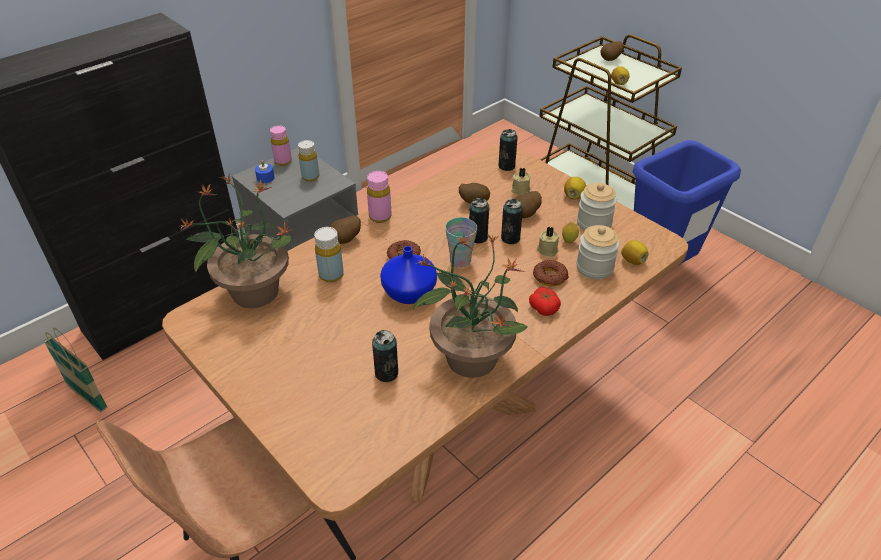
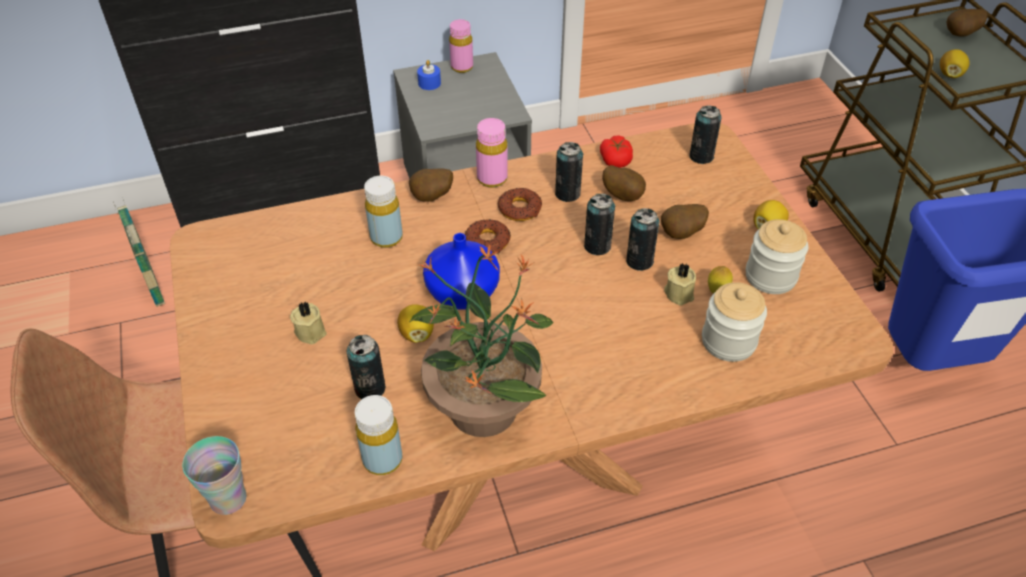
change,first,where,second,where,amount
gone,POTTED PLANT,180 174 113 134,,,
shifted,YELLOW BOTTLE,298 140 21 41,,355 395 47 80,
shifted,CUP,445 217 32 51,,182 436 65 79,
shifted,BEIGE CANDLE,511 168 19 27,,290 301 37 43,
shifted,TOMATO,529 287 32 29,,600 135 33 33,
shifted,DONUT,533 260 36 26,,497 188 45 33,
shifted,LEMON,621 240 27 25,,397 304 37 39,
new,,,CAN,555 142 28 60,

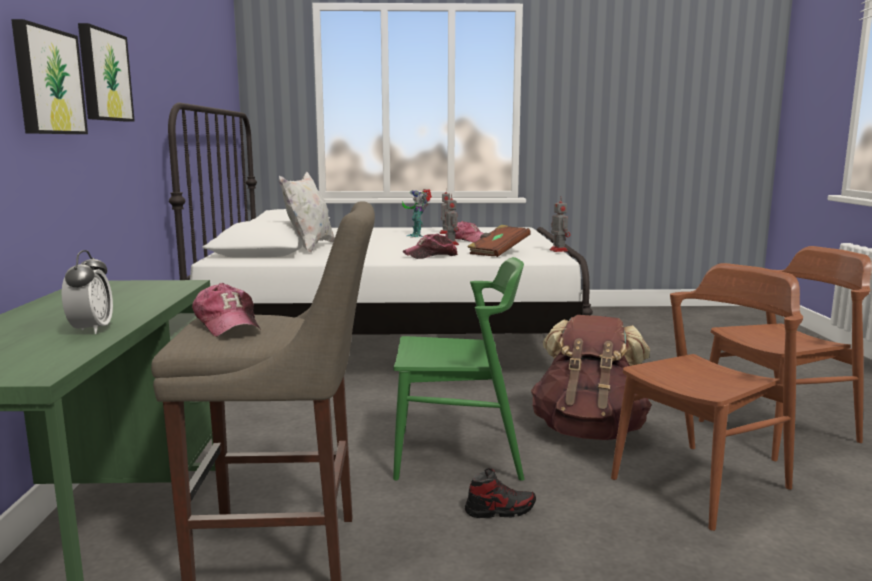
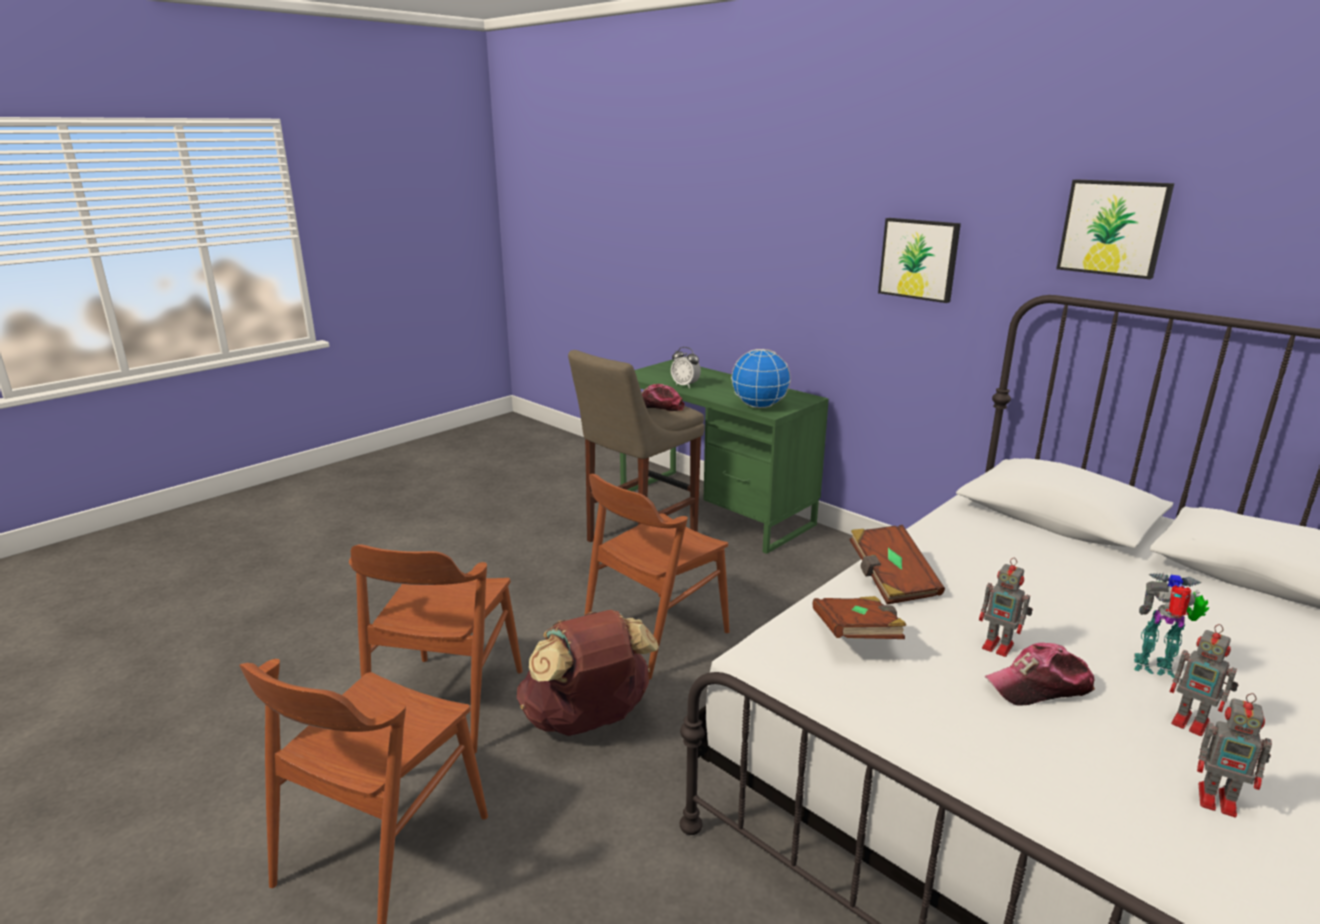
change,first,where,second,where,amount
shifted,PICTURE,11 19 77 115,,1056 179 118 100,
gone,WHITE PILLOW,279 172 56 81,,,
repainted,GREEN CHAIR,393 257 131 224,BROWN CHAIR,585 474 144 206,
swapped,CAP,403 234 55 25,BROWN BOOK,850 525 95 80,
gone,SHOE,465 468 71 50,,,
shifted,TOY ROBOT,550 197 21 55,,1197 693 75 124,
new,,,GLOBE,731 349 60 59,

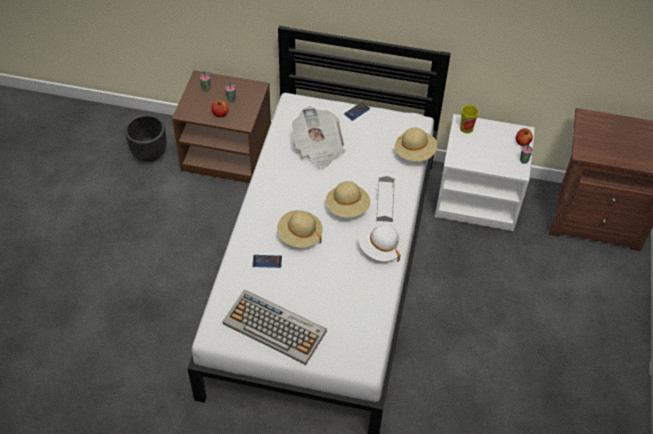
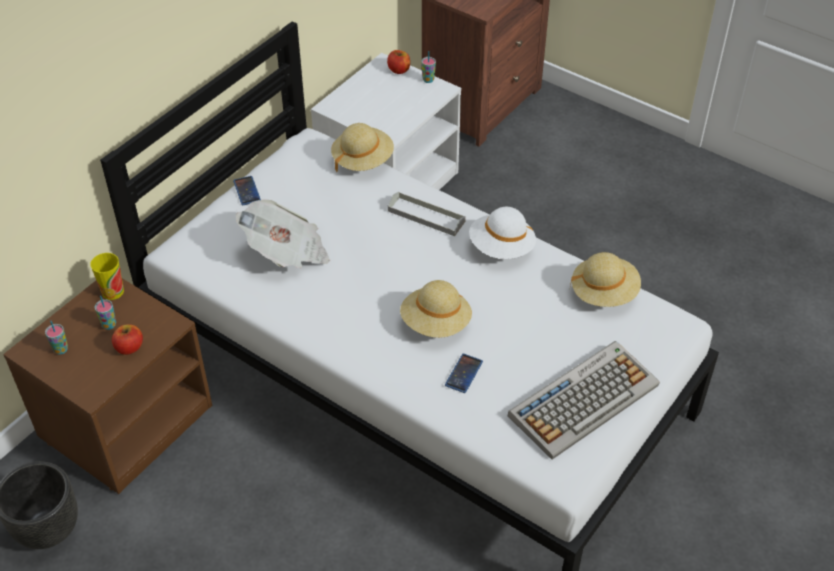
change,first,where,second,where,amount
shifted,BEIGE HAT,326 181 44 37,,570 252 71 55,
shifted,CUP,460 105 19 28,,90 253 34 47,

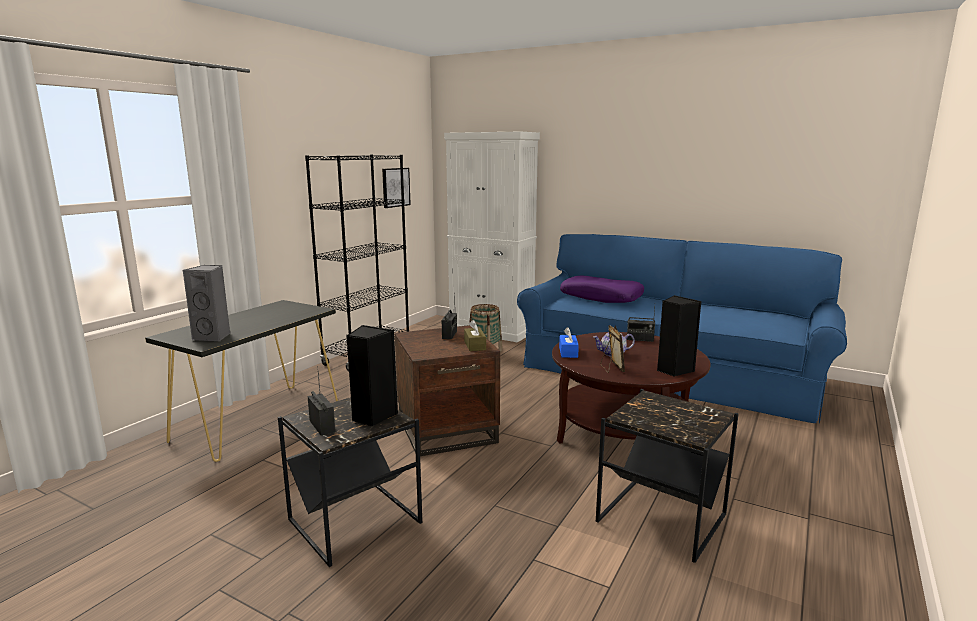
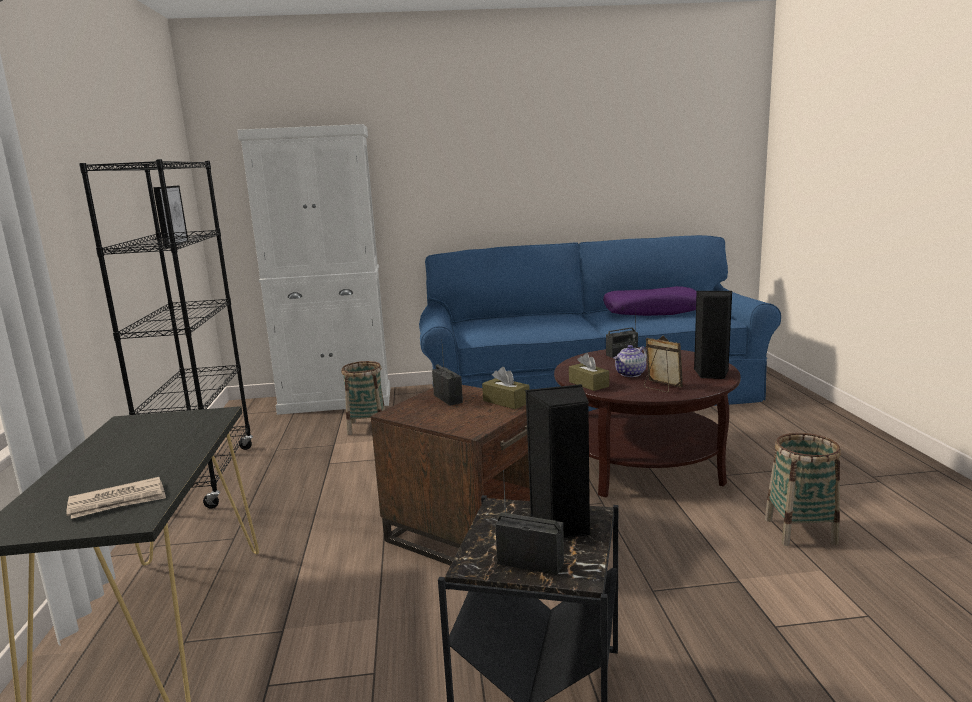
change,first,where,second,where,amount
swapped,GREY SPEAKER,183 265 47 76,NEWSPAPER,66 477 100 42,
repainted,BLUE TISSUE BOX,559 327 20 31,BROWN TISSUE BOX,569 353 40 38,
shifted,PURPLE PILLOW,560 276 84 27,,603 286 93 30,
swapped,BLACK SIDE TABLE,596 389 143 174,BASKET,765 433 76 113,

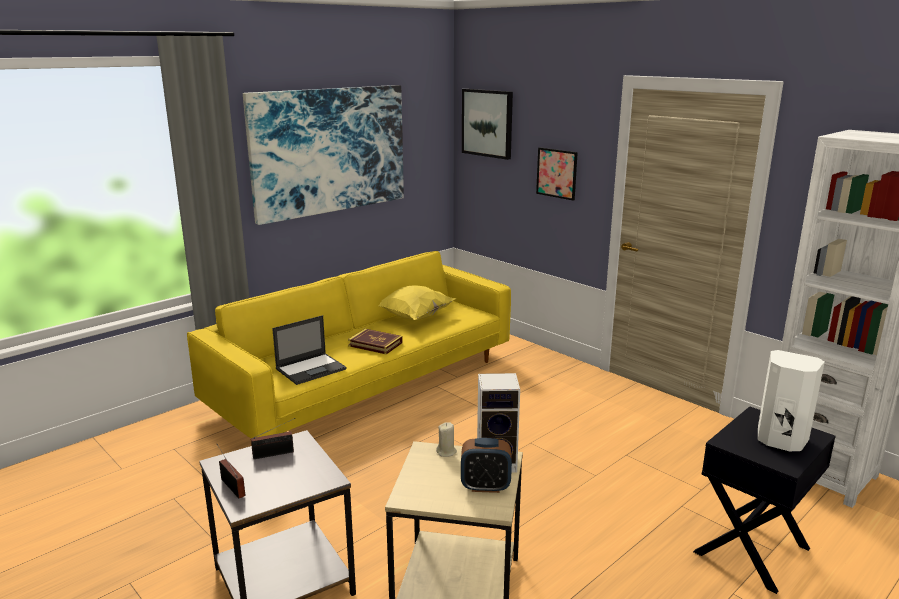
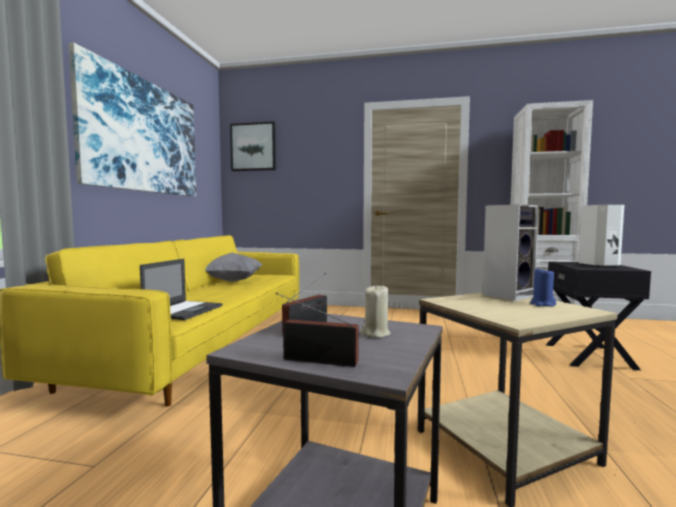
change,first,where,second,where,amount
gone,BOOK,348 329 55 26,,,
repainted,YELLOW PILLOW,379 285 77 35,GREY PILLOW,205 253 58 29,
shifted,BEIGE CANDLE,436 422 21 35,,361 284 30 54,
swapped,ALARM CLOCK,461 438 51 55,BLUE CANDLE,530 267 26 40,
gone,PICTURE,536 147 42 54,,,

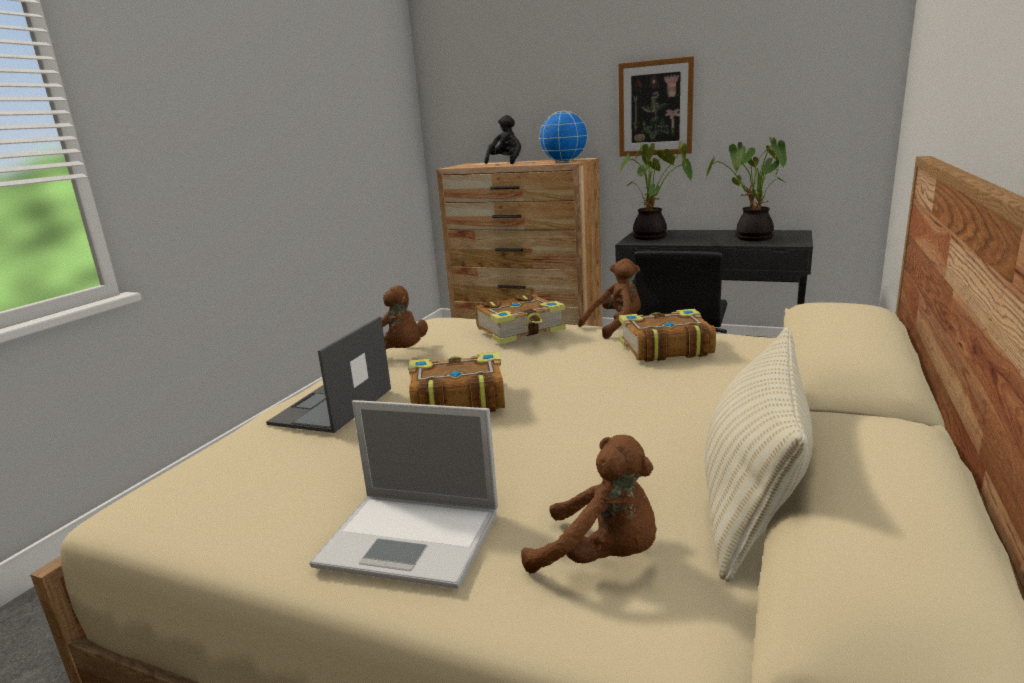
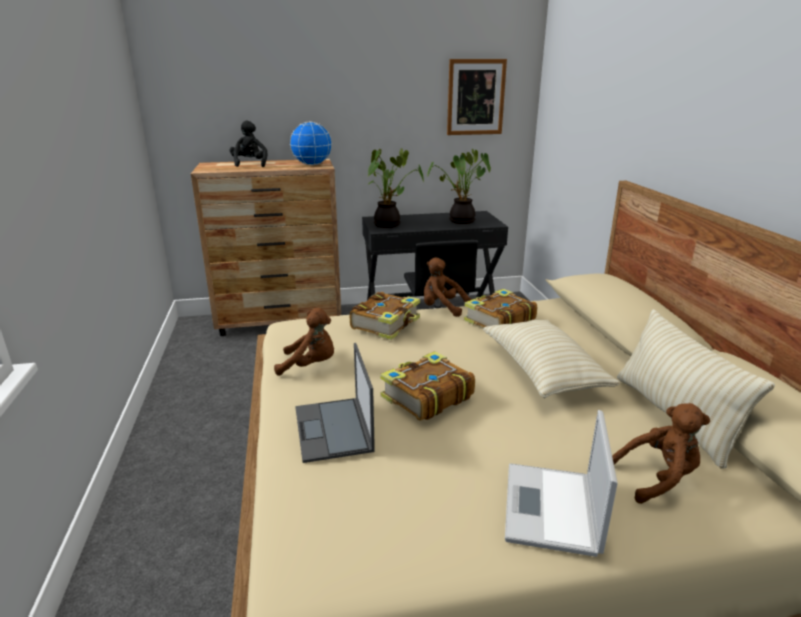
change,first,where,second,where,amount
rotated,LAPTOP,309 400 189 189,,505 410 113 147,120 degrees clockwise
rotated,BROWN PLUSH TOY,578 258 63 81,,424 258 48 59,90 degrees counterclockwise
shifted,PICTURE,618 56 76 100,,447 59 60 76,
new,,,BEIGE PILLOW,483 320 137 78,

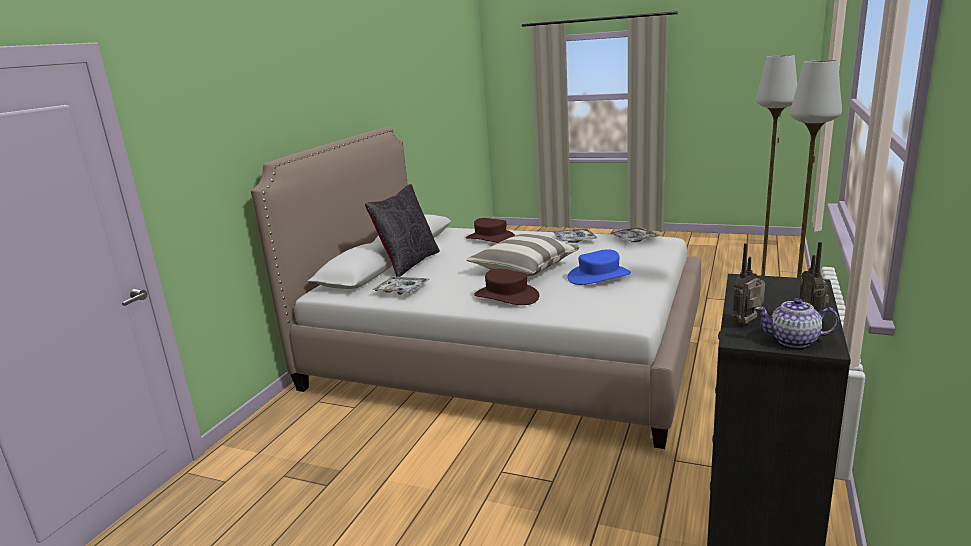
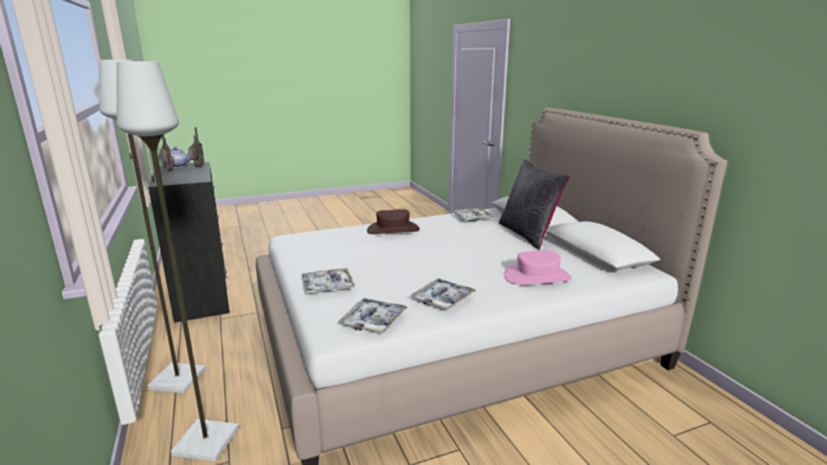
change,first,where,second,where,amount
repainted,BROWN HAT,466 218 49 25,PINK HAT,504 250 68 35,
gone,PILLOW,466 234 113 42,,,
gone,BLUE HAT,567 249 64 36,,,
new,,,TRAY,302 268 53 25,

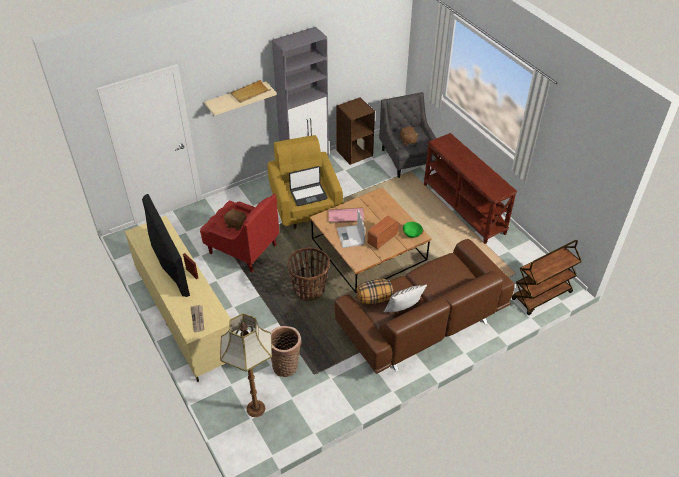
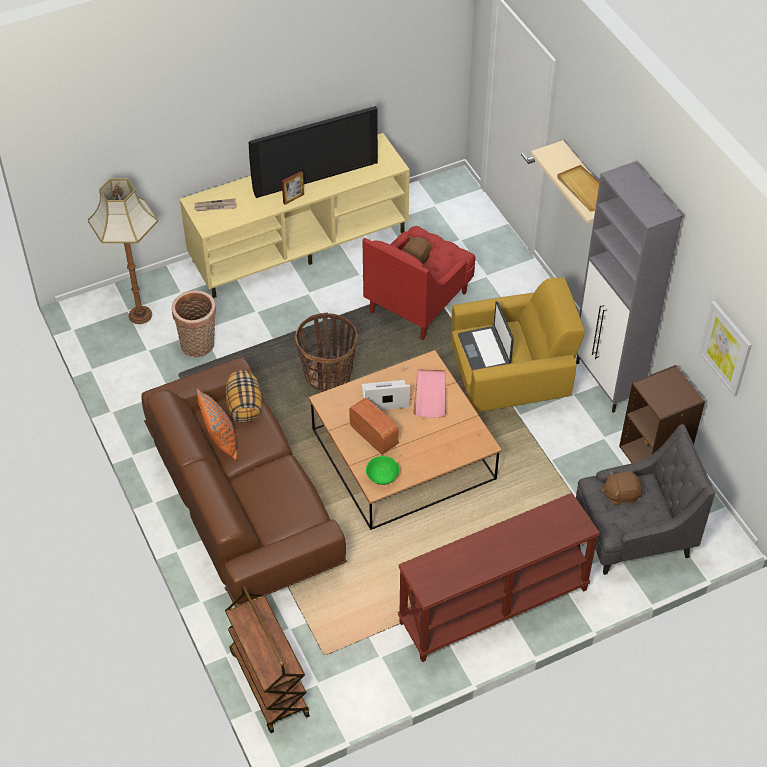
change,first,where,second,where,amount
repainted,WHITE PILLOW,384 284 43 28,ORANGE PILLOW,197 388 40 72,
new,,,PICTURE,699 301 53 95,

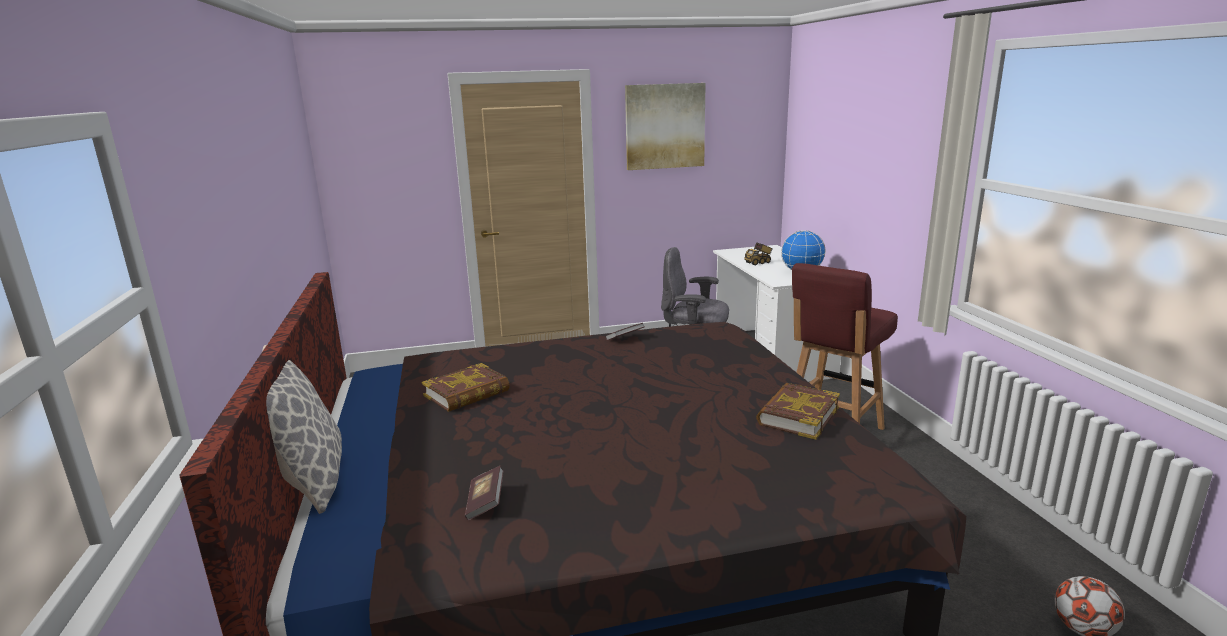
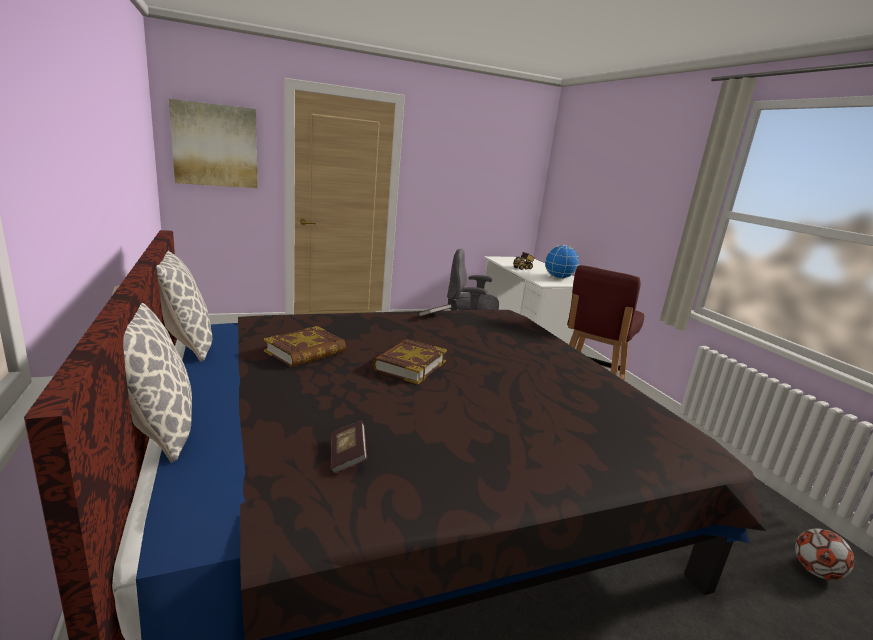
change,first,where,second,where,amount
shifted,PICTURE,625 83 81 87,,169 99 89 89,
shifted,BOOK,756 383 84 57,,372 339 75 45,
new,,,PILLOW,156 251 56 111,

